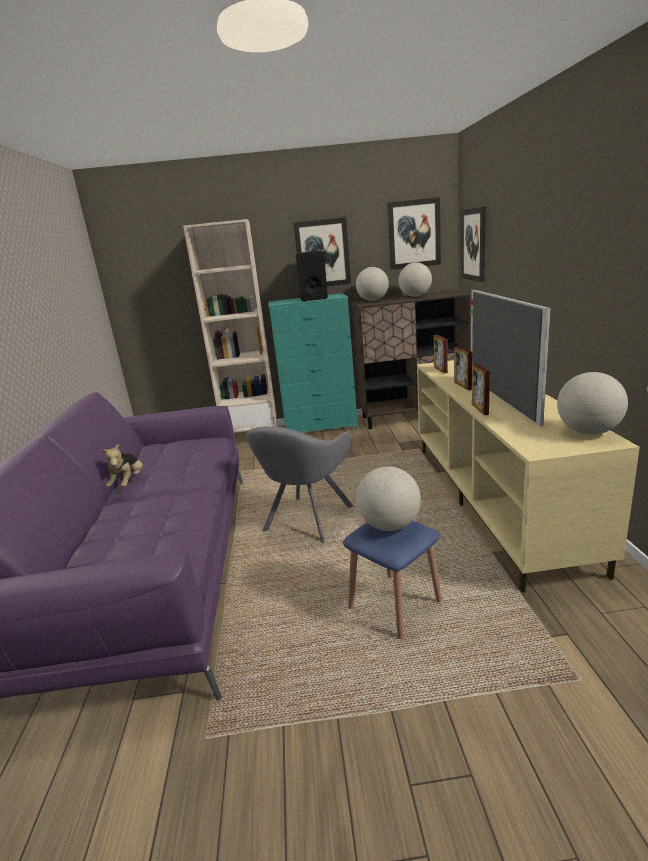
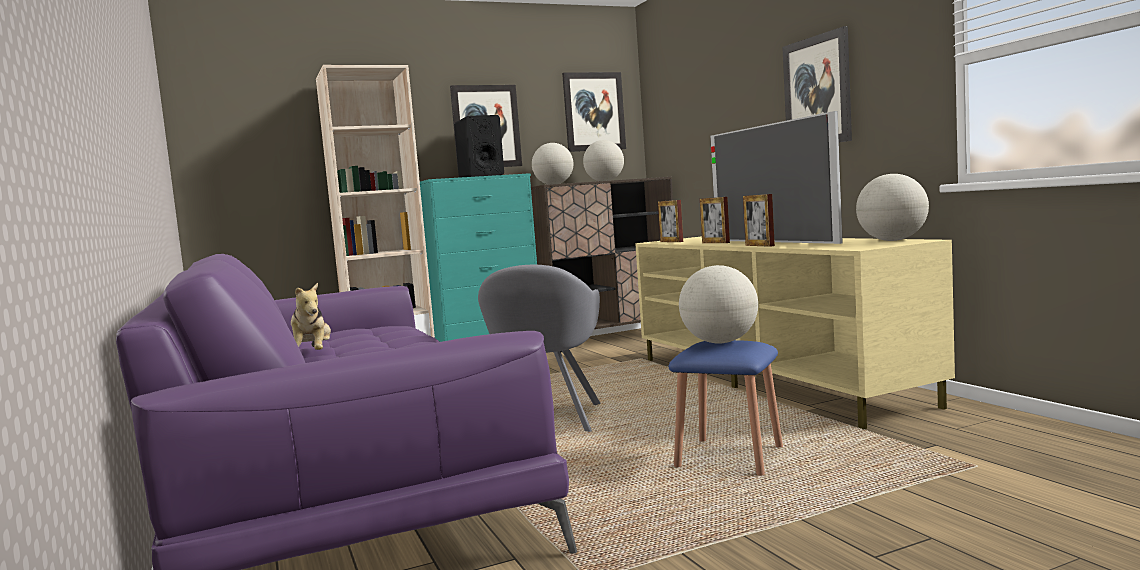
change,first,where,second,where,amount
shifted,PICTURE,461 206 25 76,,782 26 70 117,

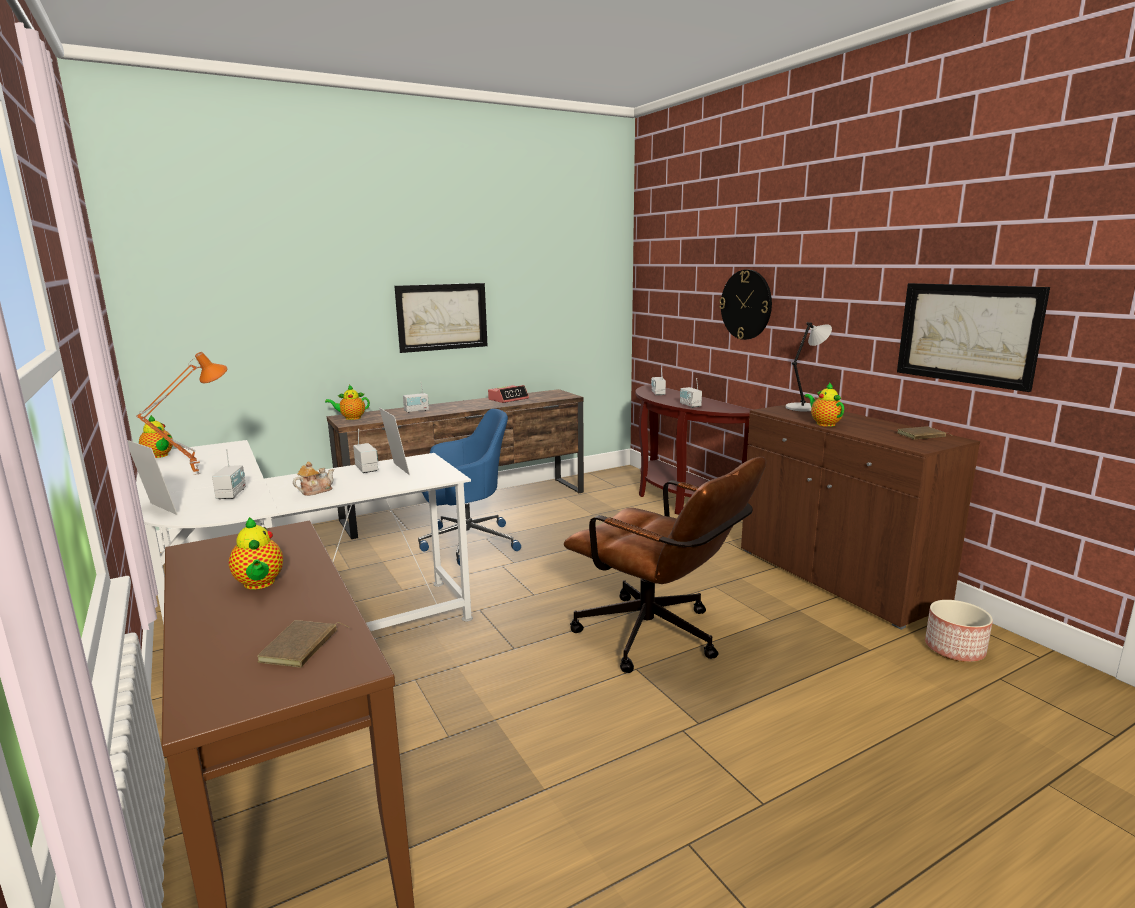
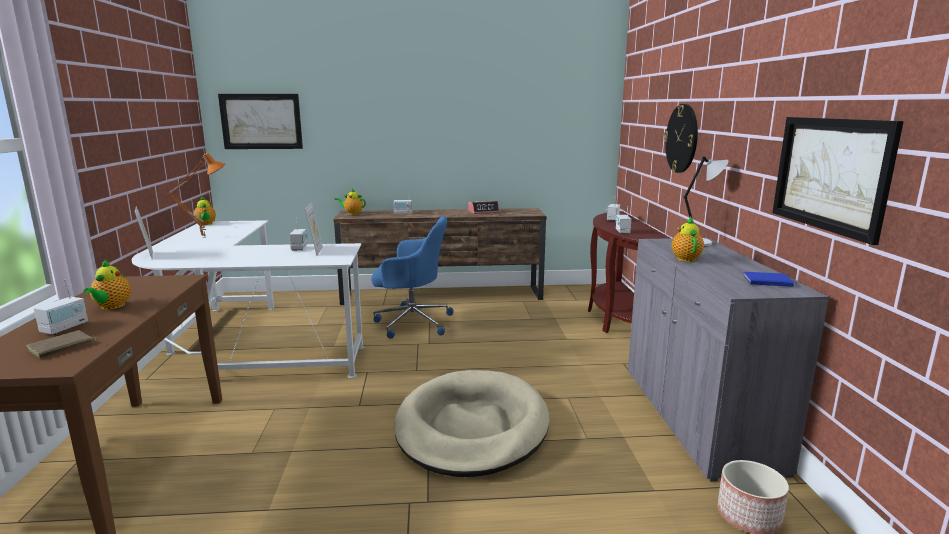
change,first,where,second,where,amount
shifted,RADIO,212 449 34 50,,34 279 54 56,
gone,TEAPOT,293 462 41 34,,,
shifted,PICTURE,394 283 94 70,,218 94 85 55,
swapped,BROWN OFFICE CHAIR,564 457 202 216,BEIGE DOG BED,394 370 155 107,
repainted,BROWN CABINET,741 405 239 225,GREY CABINET,628 238 201 244,
repainted,BROWN BOOK,897 426 55 14,BLUE BOOK,744 272 53 15,

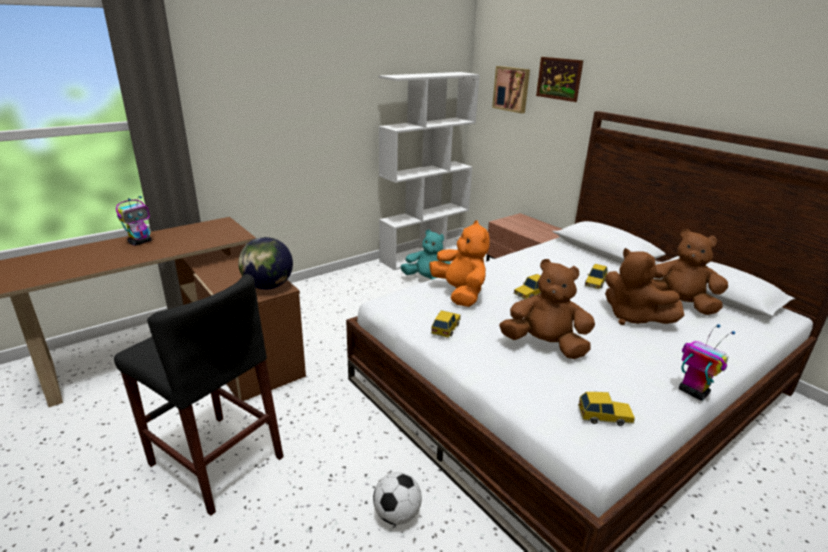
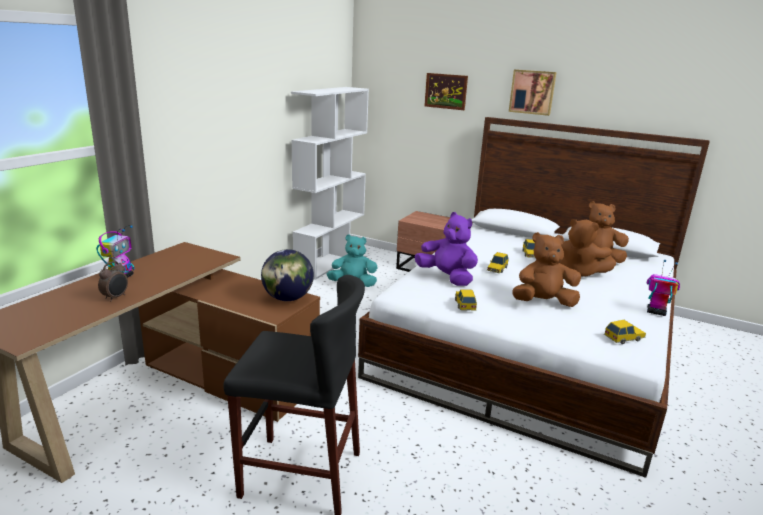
change,first,where,second,where,amount
gone,FOOTBALL,373 472 49 53,,,
repainted,ORANGE PLUSH TOY,429 220 61 87,PURPLE PLUSH TOY,414 212 64 74,
shifted,PICTURE,492 66 38 47,,509 69 48 47,
new,,,ALARM CLOCK,98 261 30 40,

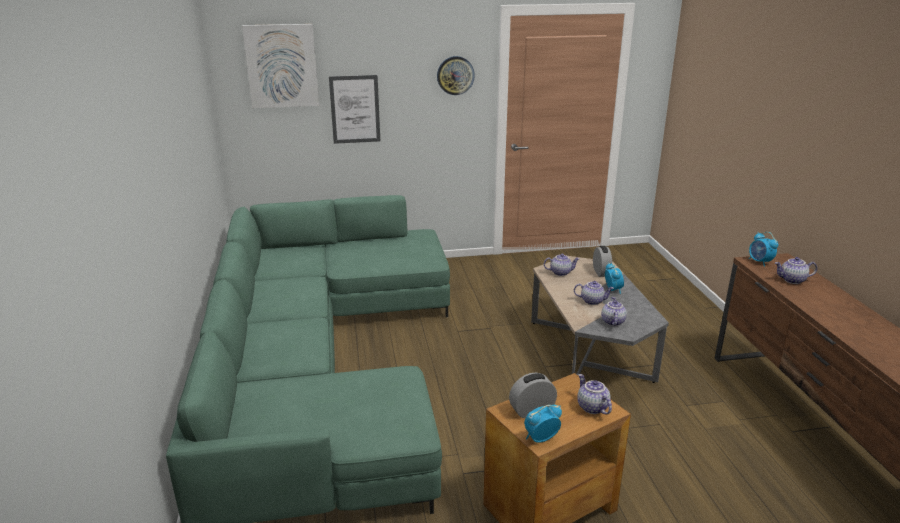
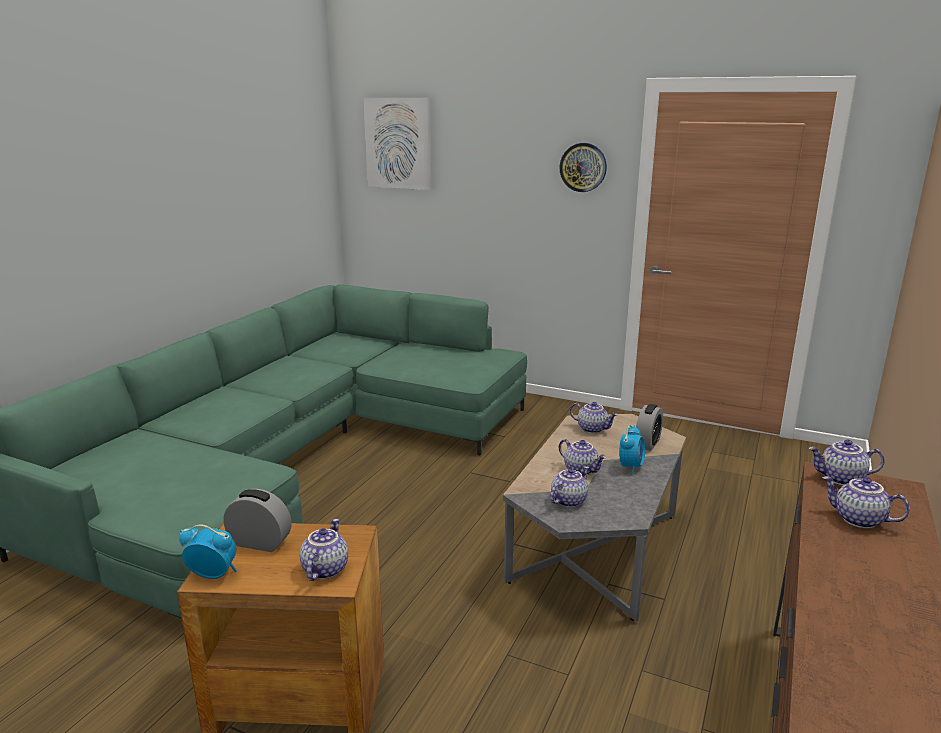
change,first,where,second,where,amount
gone,PICTURE,329 75 51 69,,,
swapped,ALARM CLOCK,749 232 29 34,TEAPOT,808 440 77 45,

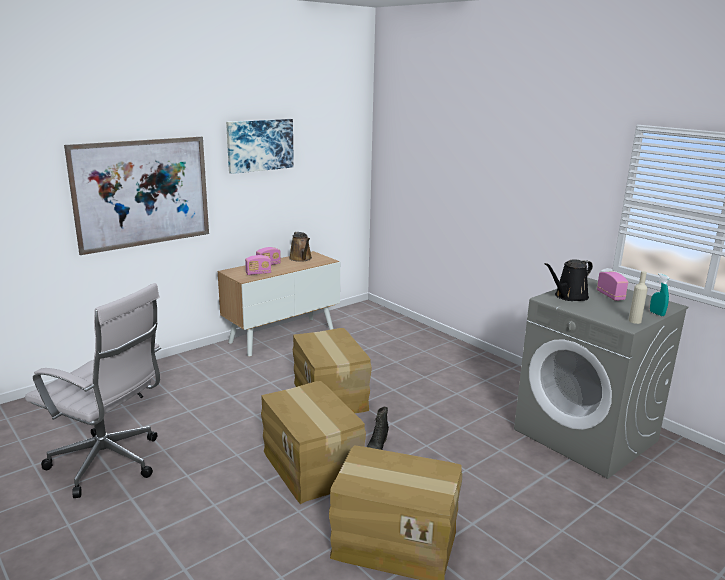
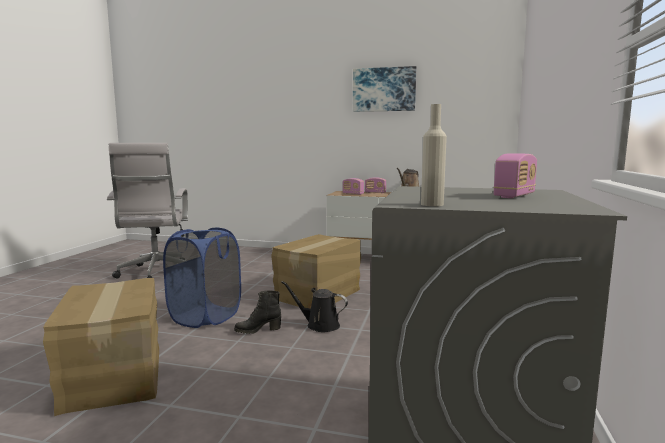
change,first,where,second,where,amount
gone,PICTURE,64 137 145 118,,,
swapped,CARDBOARD BOX,261 381 105 123,BLUE LAUNDRY BASKET,163 228 78 100,
shifted,BLACK WATERING CAN,545 259 48 42,,281 281 67 51,
gone,TURQUOISE SPRAY BOTTLE,650 273 20 43,,,

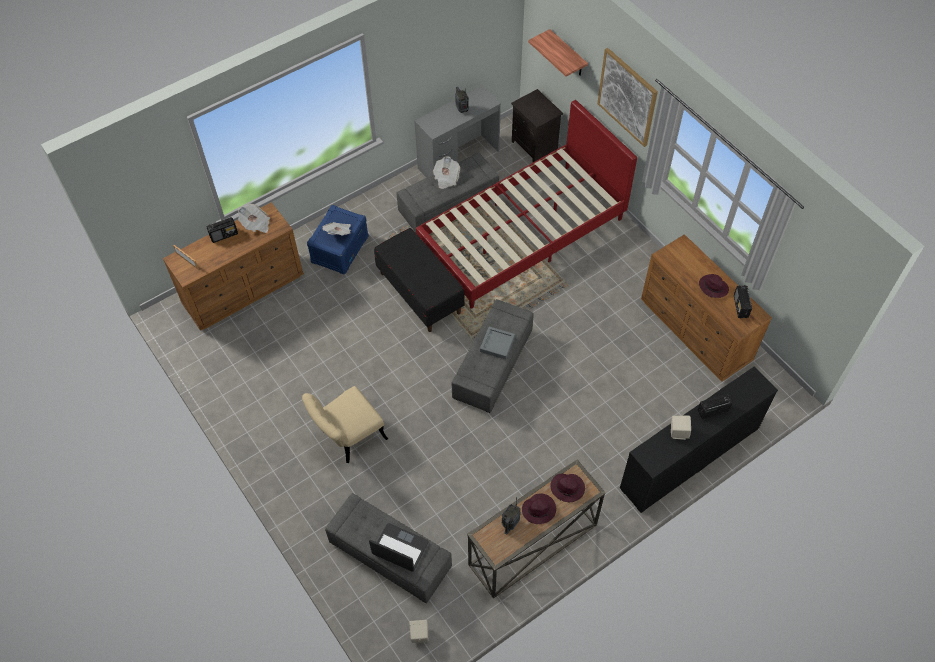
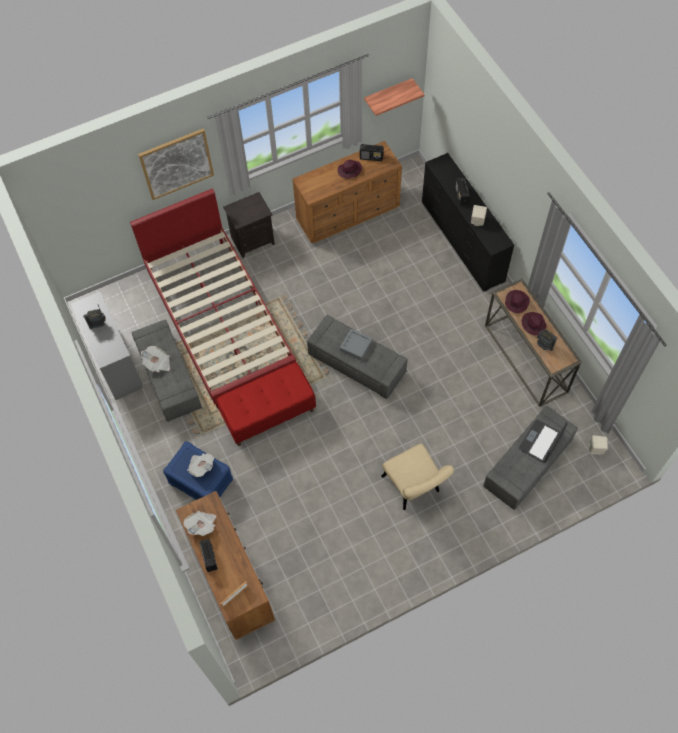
change,first,where,second,where,amount
repainted,BLACK BENCH,374 228 91 104,RED BENCH,216 362 100 84,
shifted,BLACK NIGHTSTAND,511 89 52 73,,223 192 52 66,
shifted,SHELF,528 29 60 48,,364 78 61 38,

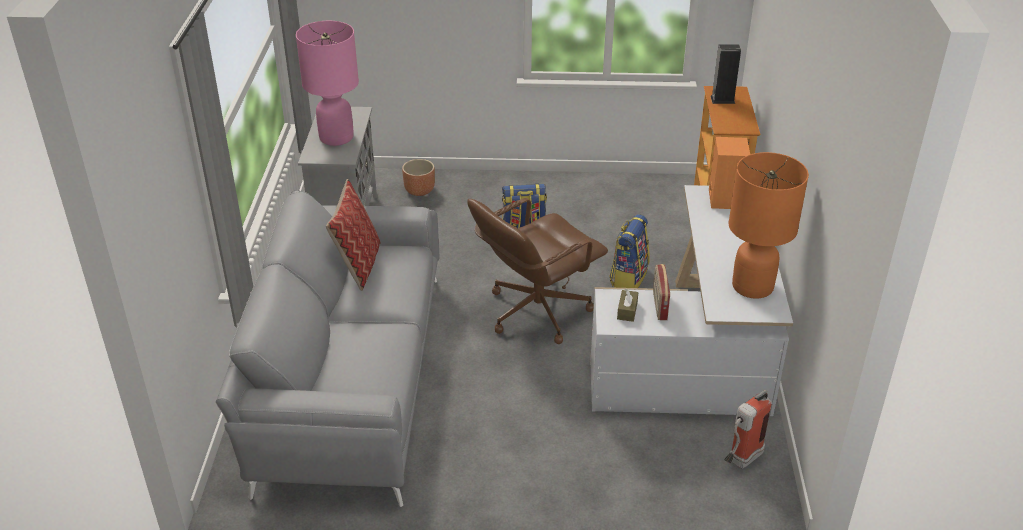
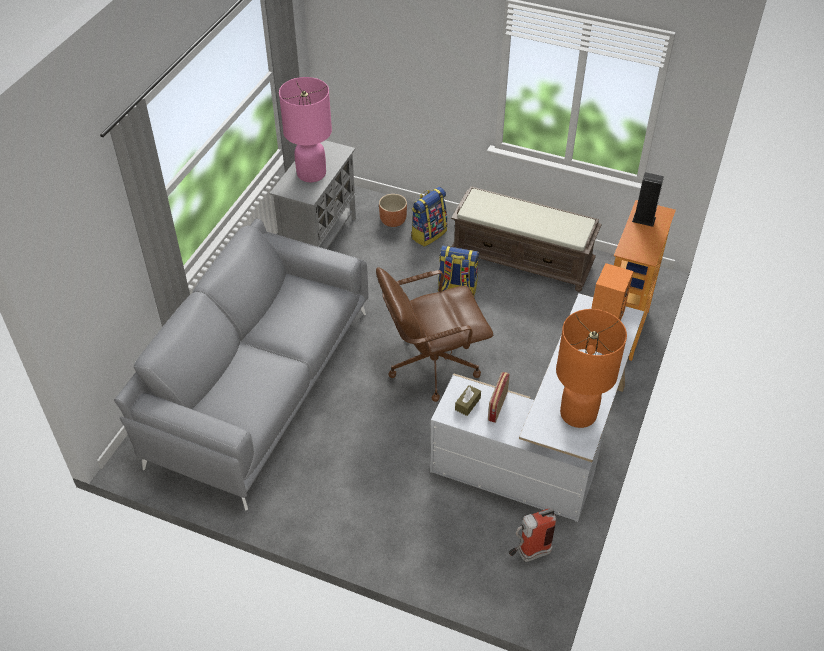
change,first,where,second,where,amount
gone,PILLOW,326 179 55 112,,,
shifted,BACKPACK,609 214 41 74,,411 187 36 60,
new,,,BROWN BENCH,451 186 151 106,

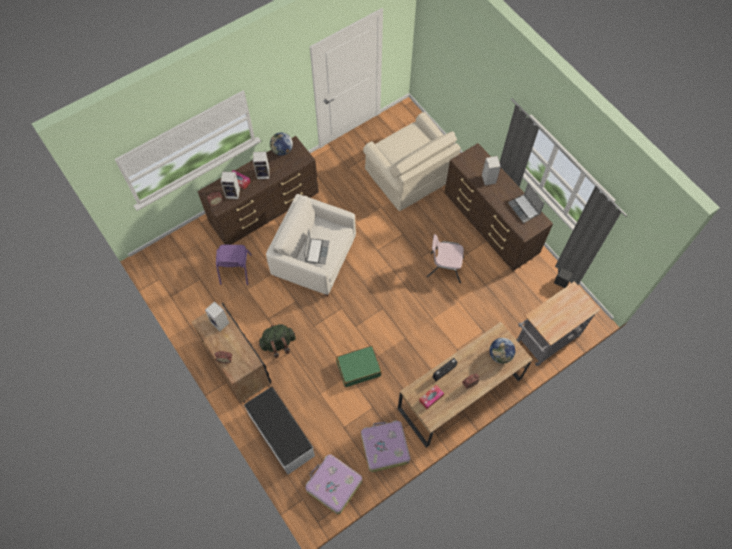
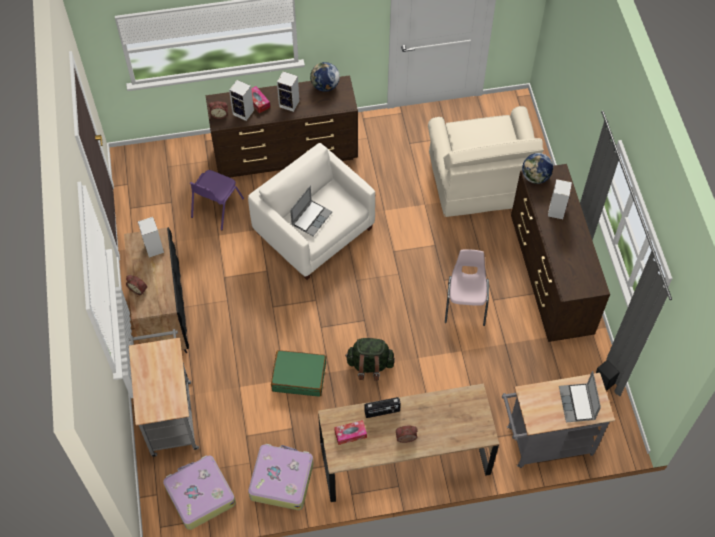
change,first,where,second,where,amount
swapped,WHITE BENCH,244 387 71 88,GREY CART,129 329 70 128,
shifted,GREEN BACKPACK,259 324 37 34,,345 338 50 43,
rotated,PINK CHAIR,427 234 37 49,,445 249 44 77,60 degrees clockwise
shifted,GLOBE,489 338 26 26,,522 153 31 31,
shifted,LAPTOP,508 183 37 40,,559 371 42 51,

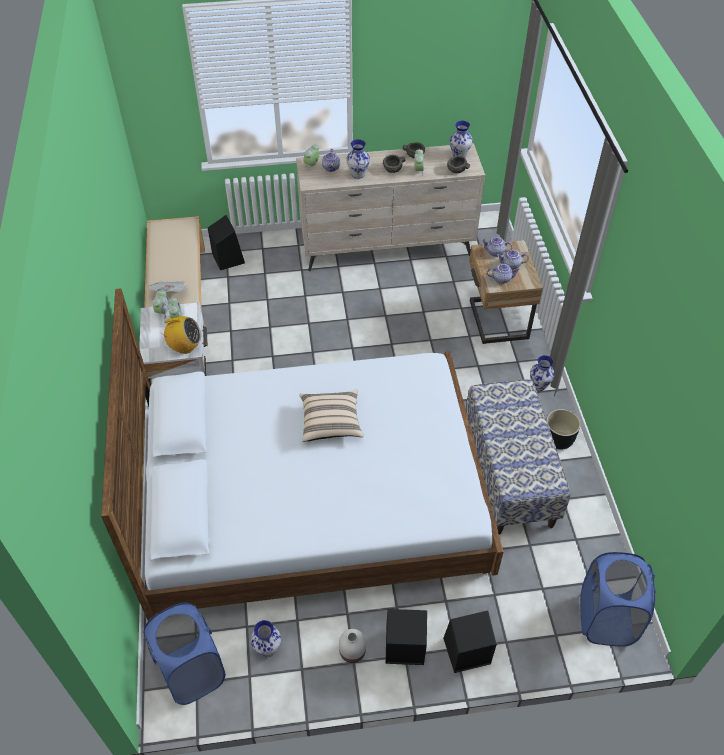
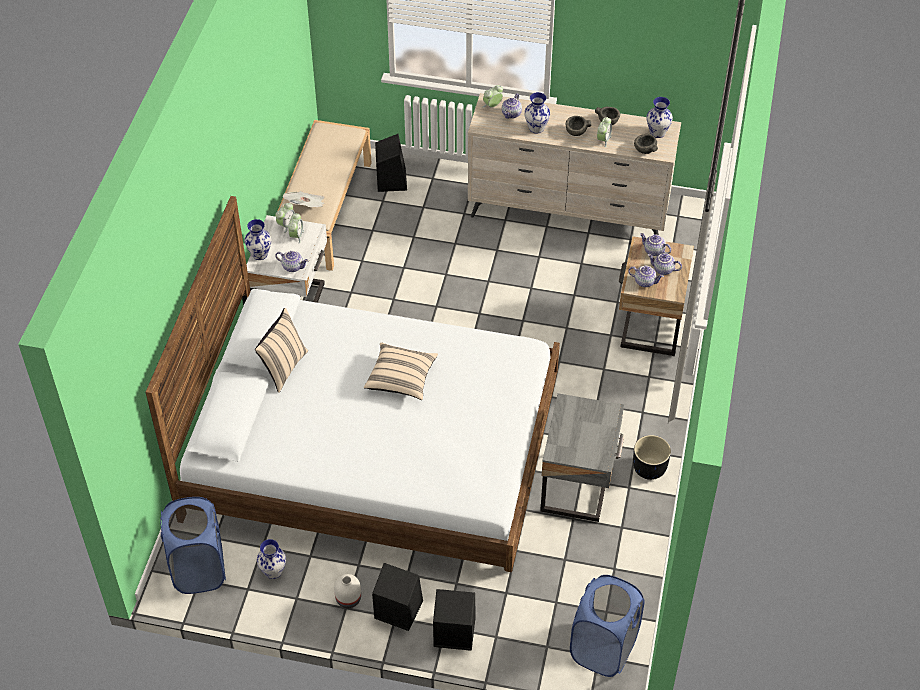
change,first,where,second,where,amount
swapped,RADIO,159 316 42 38,TEAPOT,275 251 33 21,
swapped,BENCH,466 379 104 156,GREY NIGHTSTAND,540 393 84 129,
shifted,VASE,530 355 24 36,,245 219 27 41,
new,,,BEIGE PILLOW,255 308 53 85,

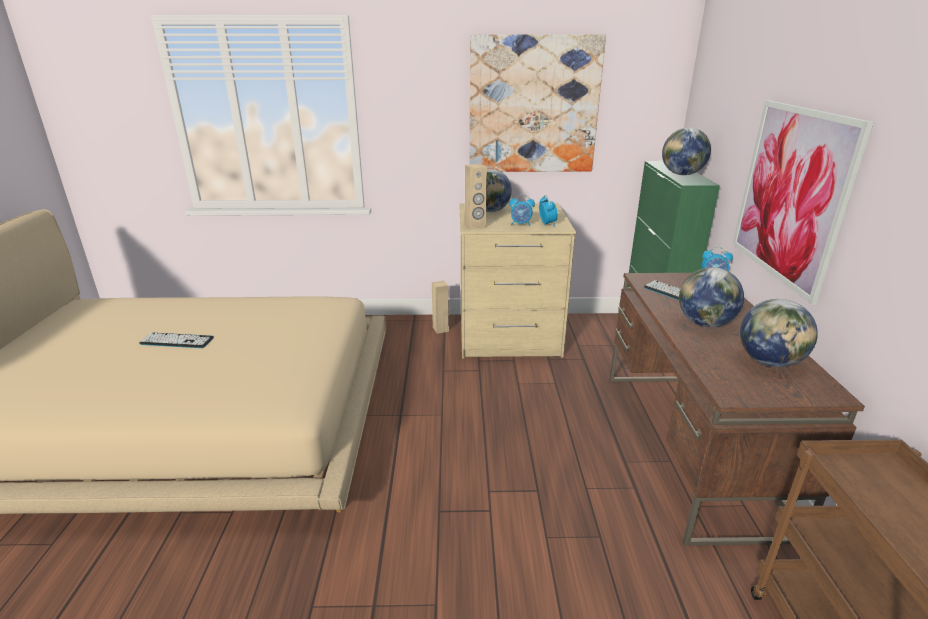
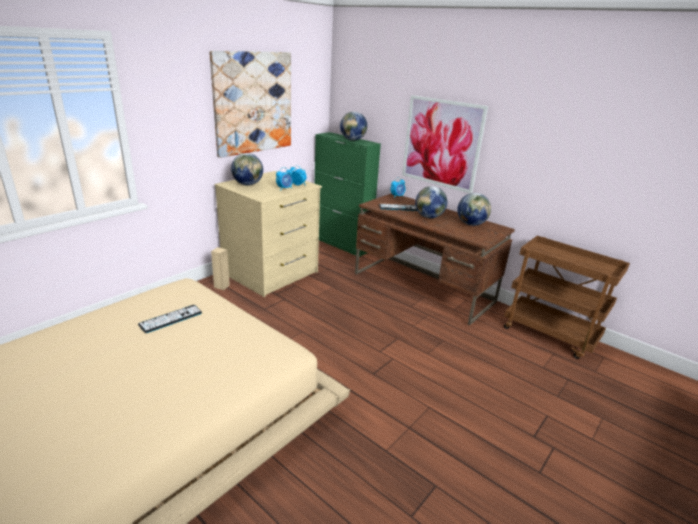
change,first,where,second,where,amount
shifted,KEYBOARD,139 333 75 15,,138 305 64 28,
gone,BEIGE SPEAKER,465 164 22 66,,,

